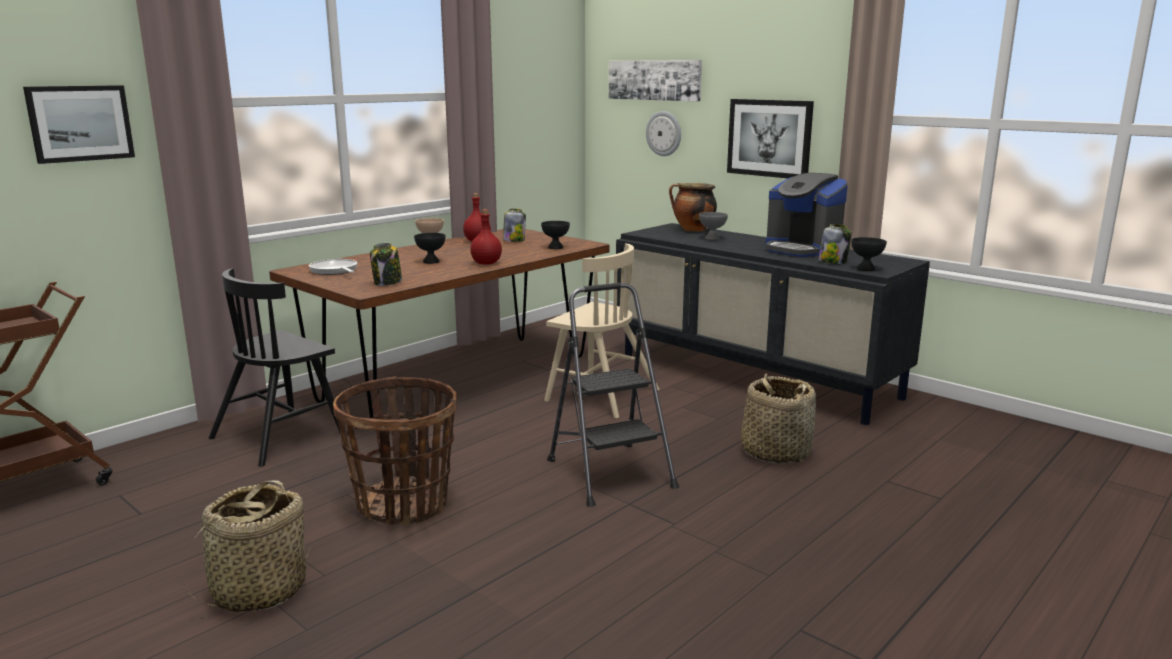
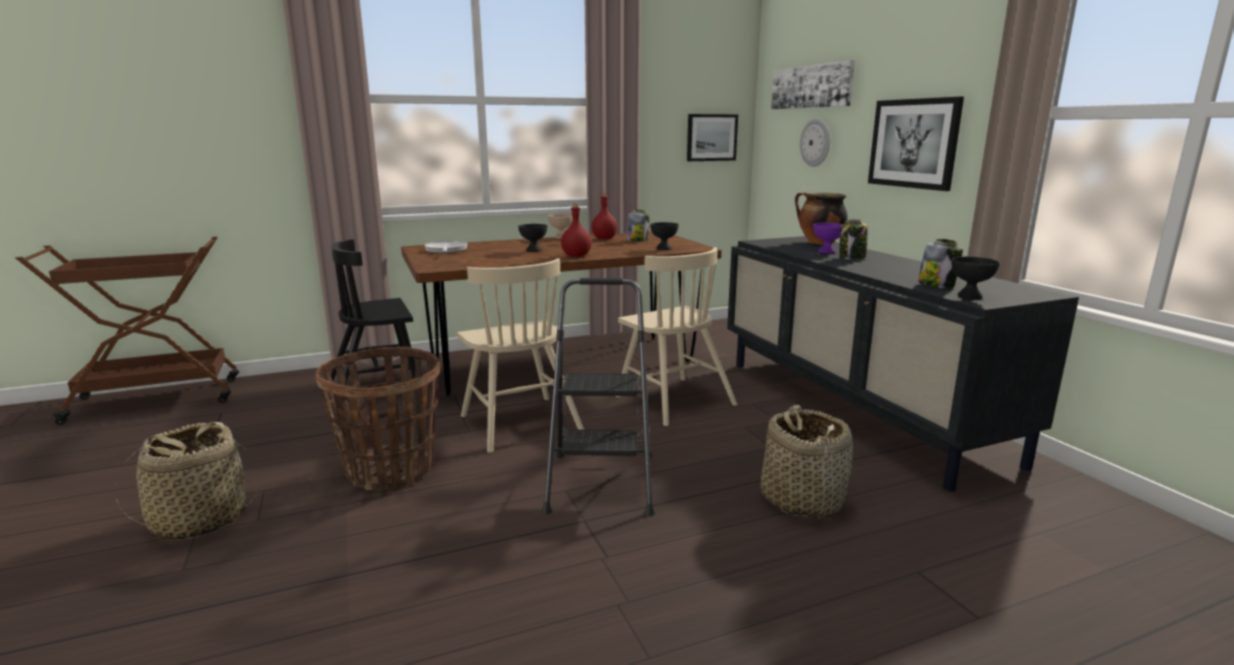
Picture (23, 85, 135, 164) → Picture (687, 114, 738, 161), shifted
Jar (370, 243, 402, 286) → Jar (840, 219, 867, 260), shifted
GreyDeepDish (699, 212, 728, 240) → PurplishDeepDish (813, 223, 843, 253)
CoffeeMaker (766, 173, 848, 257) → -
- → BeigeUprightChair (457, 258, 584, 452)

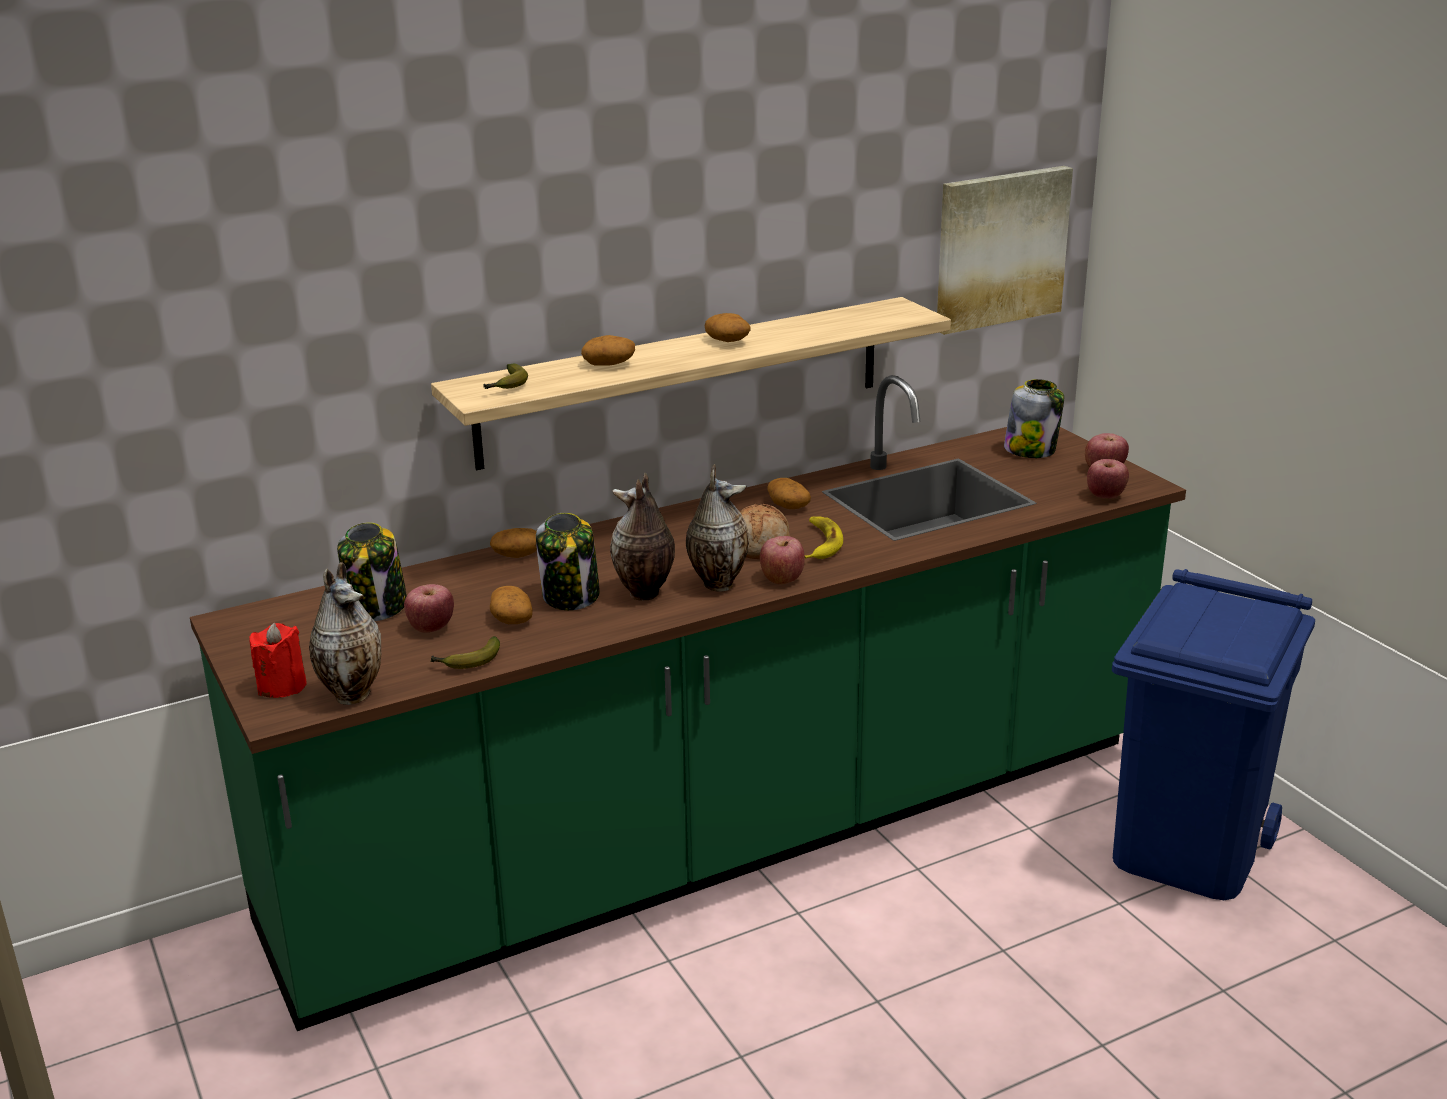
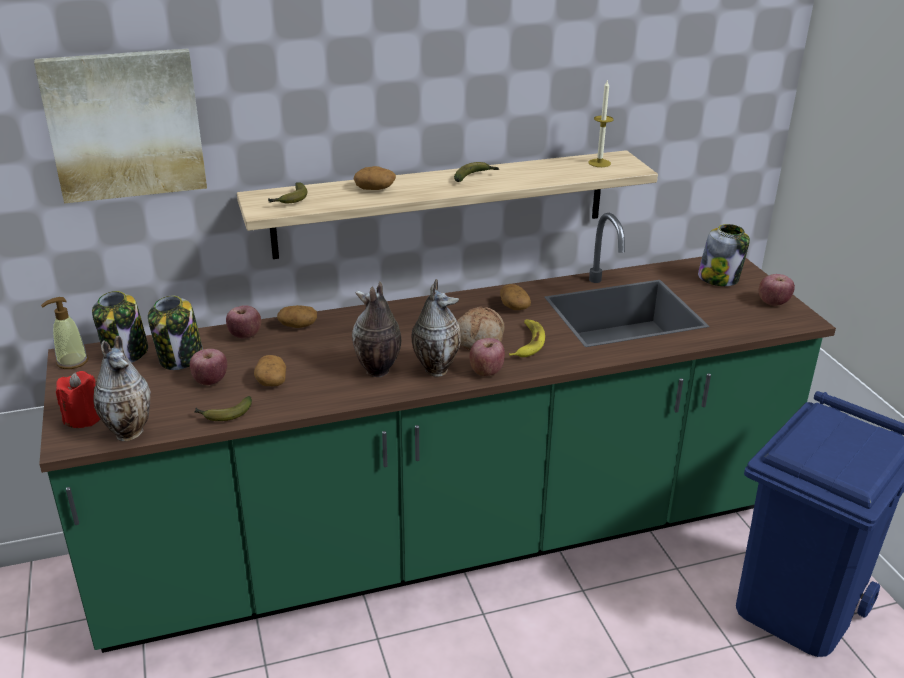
Jar (536, 513, 600, 610) → Jar (92, 291, 148, 363), shifted
Potato (705, 313, 750, 342) → BananaFruit (454, 162, 499, 182)
Picture (937, 166, 1073, 335) → Picture (34, 48, 207, 204), shifted
WholeApple (1087, 459, 1129, 499) → WholeApple (226, 305, 261, 339), shifted
- → LiquidSoapBottle (41, 297, 88, 369)
- → Candle (589, 81, 614, 167)

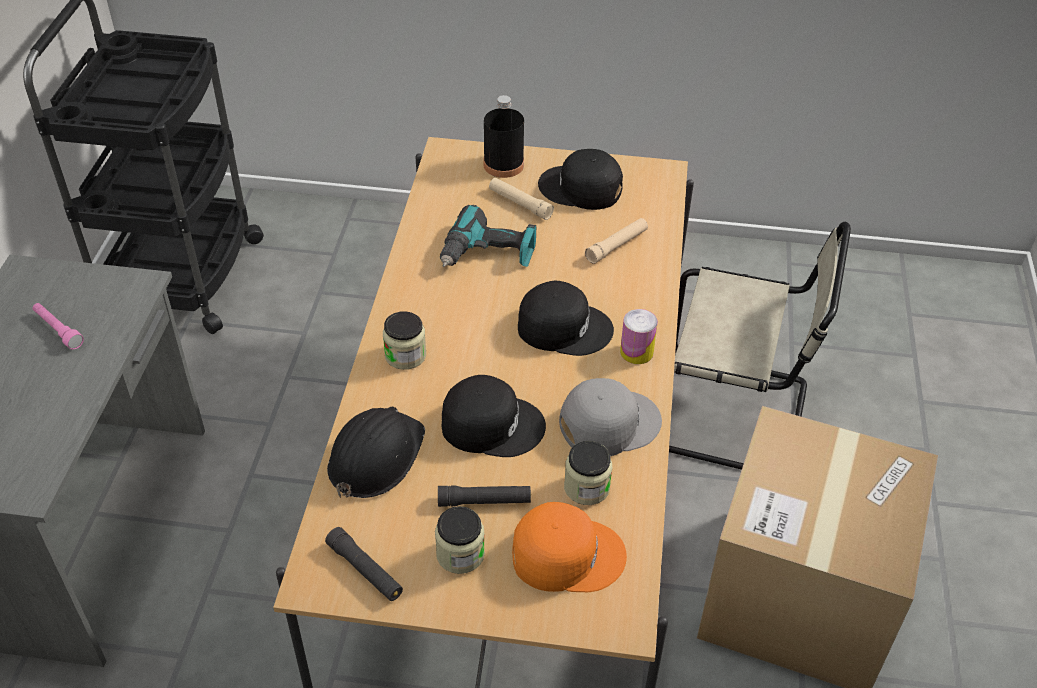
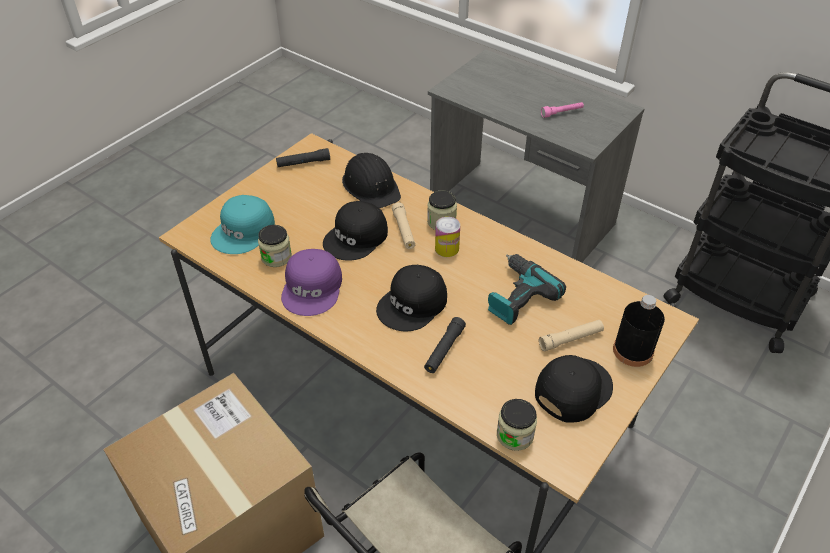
Jar (435, 506, 485, 574) → Jar (497, 399, 537, 451), shifted
BlackColouredTorch (438, 485, 531, 507) → BlackColouredTorch (424, 317, 466, 373), shifted
OrangeColouredCap (512, 502, 627, 592) → BlueGreenCap (210, 195, 275, 254)
GreyCap (559, 378, 662, 456) → PurplishCap (281, 249, 342, 316)
BeigeTorch (585, 218, 648, 264) → BeigeTorch (392, 203, 415, 249), shifted
SealedCan (620, 309, 658, 364) → SealedCan (435, 217, 460, 257), shifted

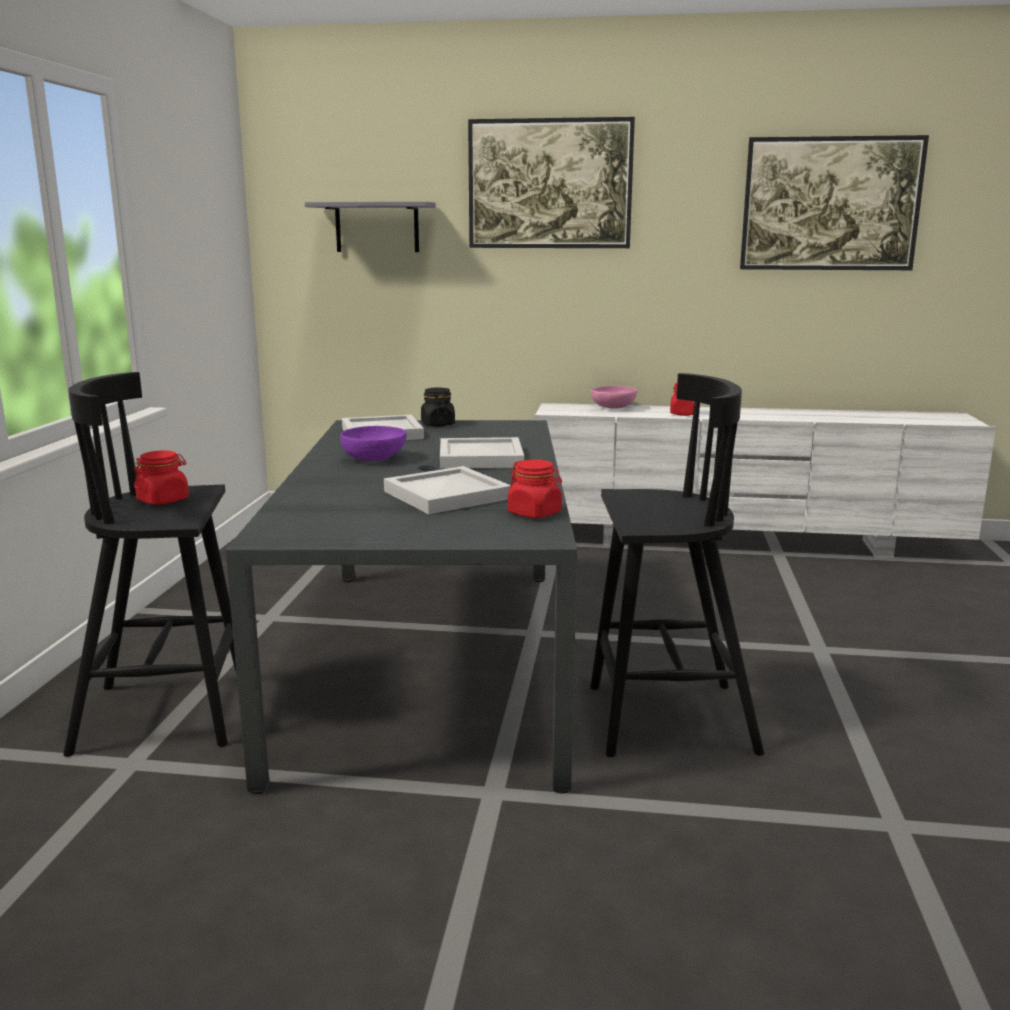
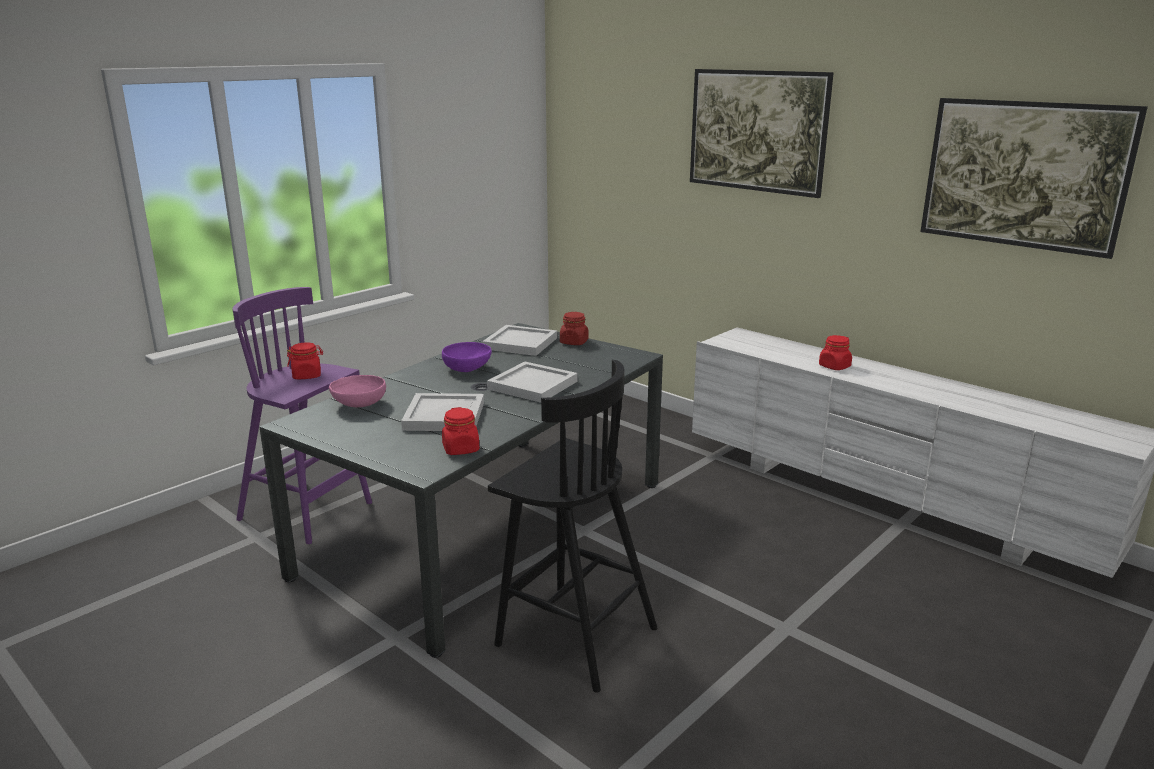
BlackColouredSittingStool (63, 372, 237, 757) → PurplishSittingStool (232, 287, 372, 544)
GreyShelf (305, 201, 436, 252) → -
BlackColouredJar (421, 388, 455, 427) → RedJar (560, 312, 588, 345)
PinkColouredDeepDish (591, 386, 637, 409) → PinkColouredDeepDish (329, 375, 386, 407), shifted

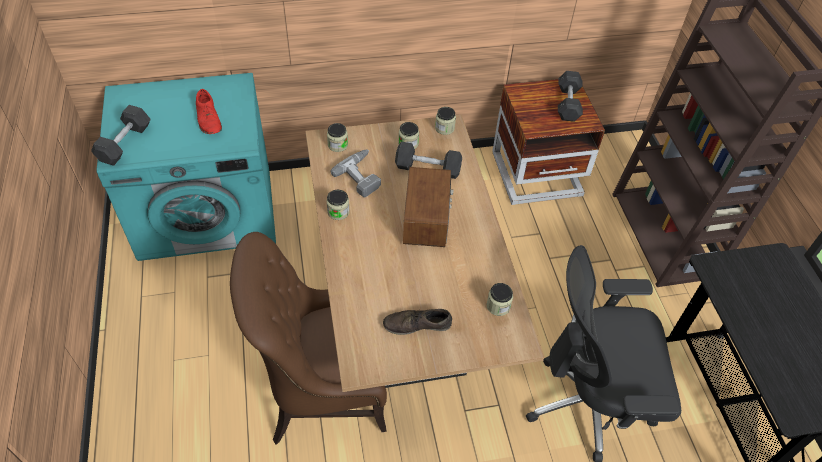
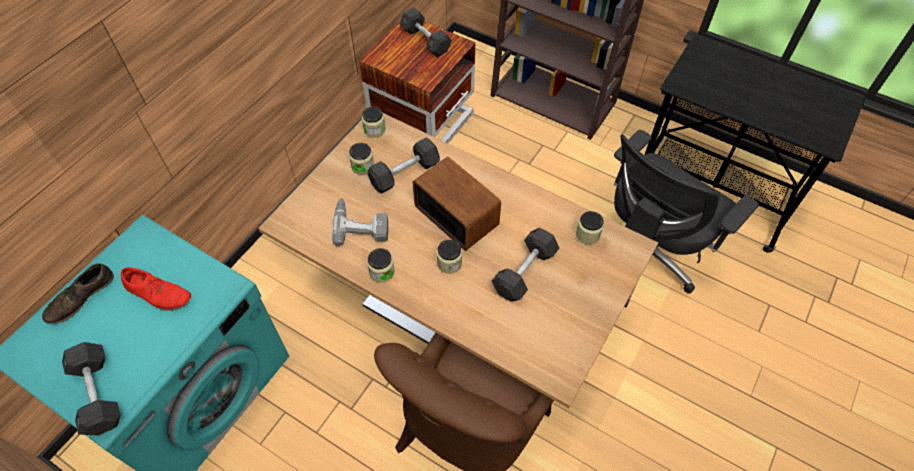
Jar (327, 123, 348, 152) → Jar (436, 240, 462, 274), shifted
BrownColouredItemOfFootwear (383, 309, 452, 335) → BrownColouredItemOfFootwear (42, 263, 114, 324), shifted
- → GreyDumbbell (492, 228, 559, 302)

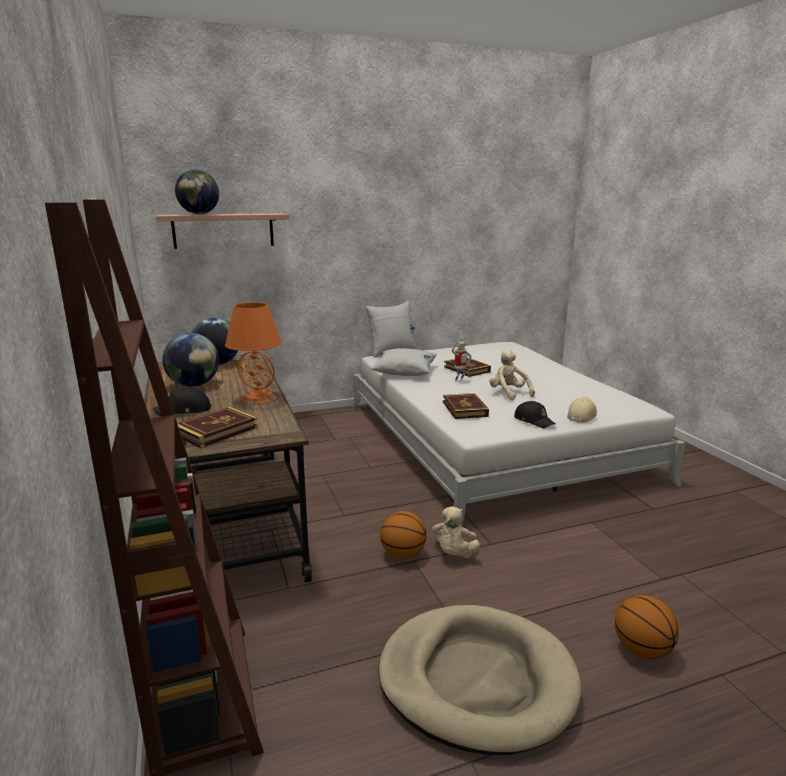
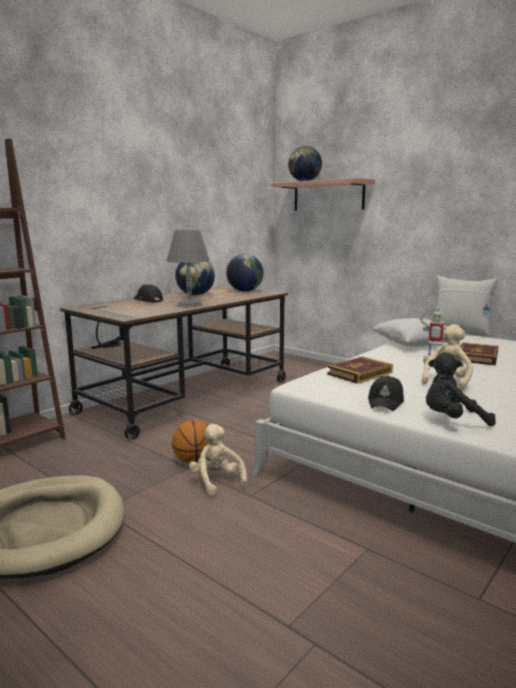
Book (177, 407, 258, 448) → -
OrangeColouredTabletopLamp (225, 302, 282, 404) → GreyTabletopLamp (167, 230, 210, 307)
BeigeSoftToy (432, 506, 480, 555) → BeigeSoftToy (189, 424, 247, 496), 75 degrees clockwise
BeigeCap (567, 397, 597, 423) → BlackColouredSoftToy (426, 352, 496, 426)
BallForBasketball (615, 595, 679, 659) → -

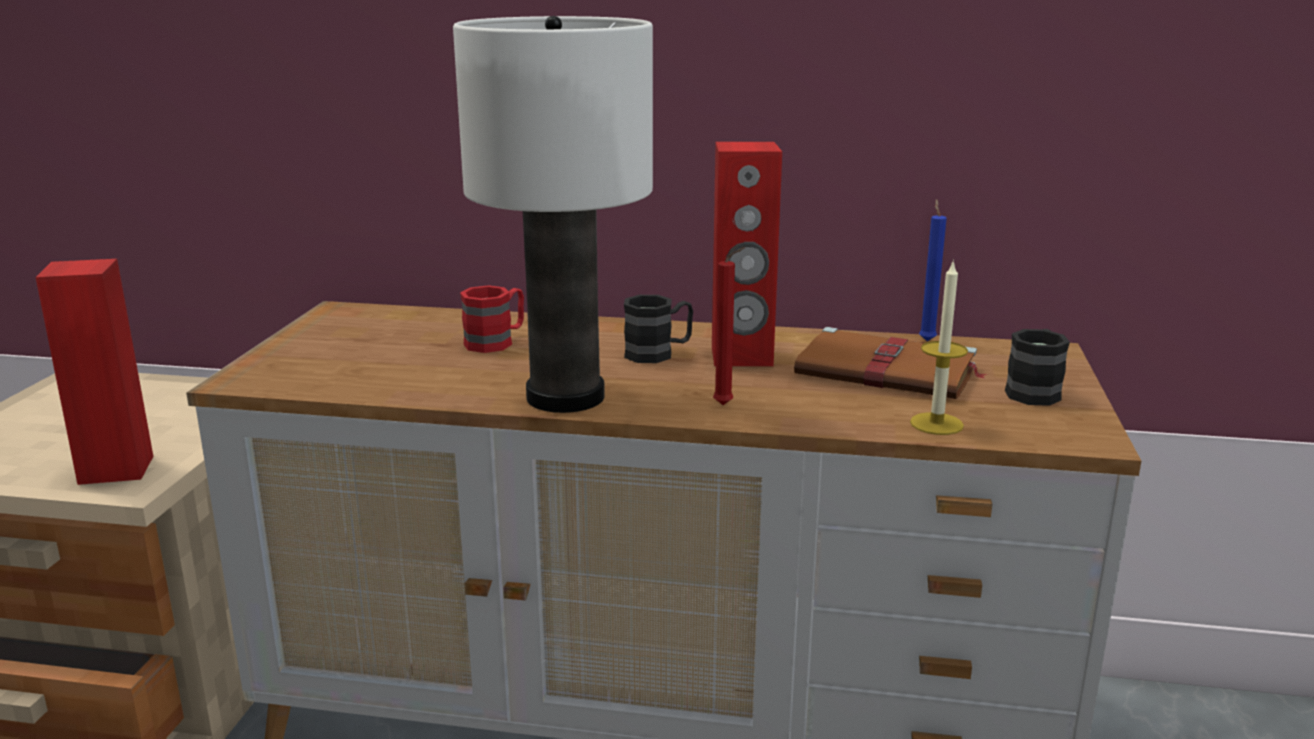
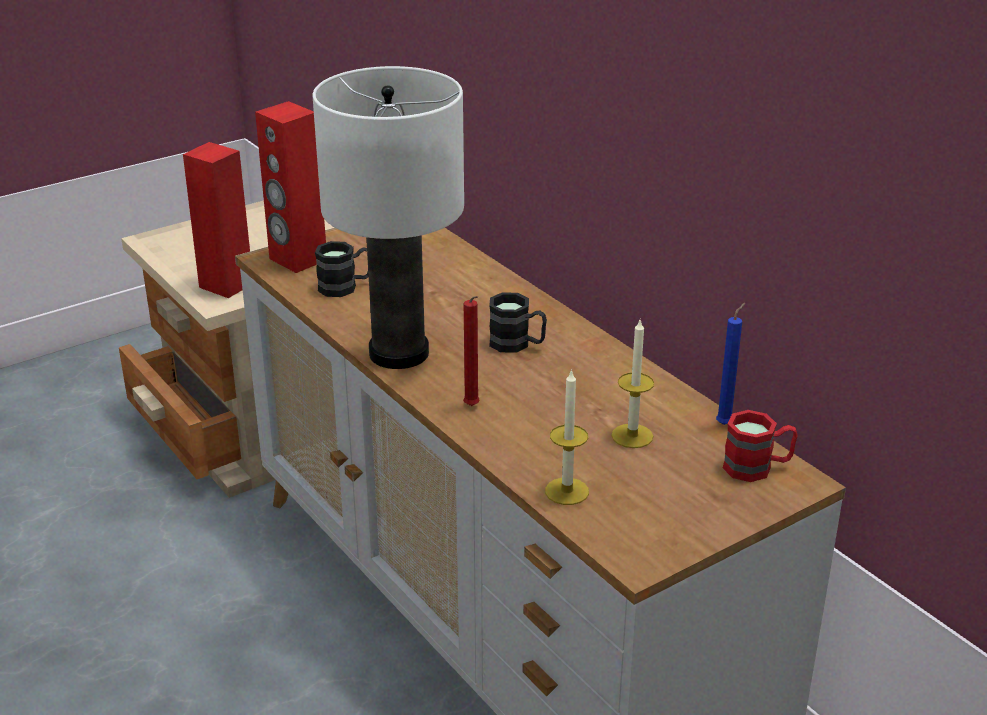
RedTeaMug (460, 285, 524, 353) → RedTeaMug (723, 410, 797, 482), shifted
RedAudioSpeaker (712, 142, 782, 366) → RedAudioSpeaker (255, 101, 326, 273), shifted
BrownColouredBook (794, 327, 987, 399) → Candle (611, 320, 654, 448)
BlackColouredTeaMug (1005, 329, 1070, 406) → BlackColouredTeaMug (315, 241, 369, 297), shifted

